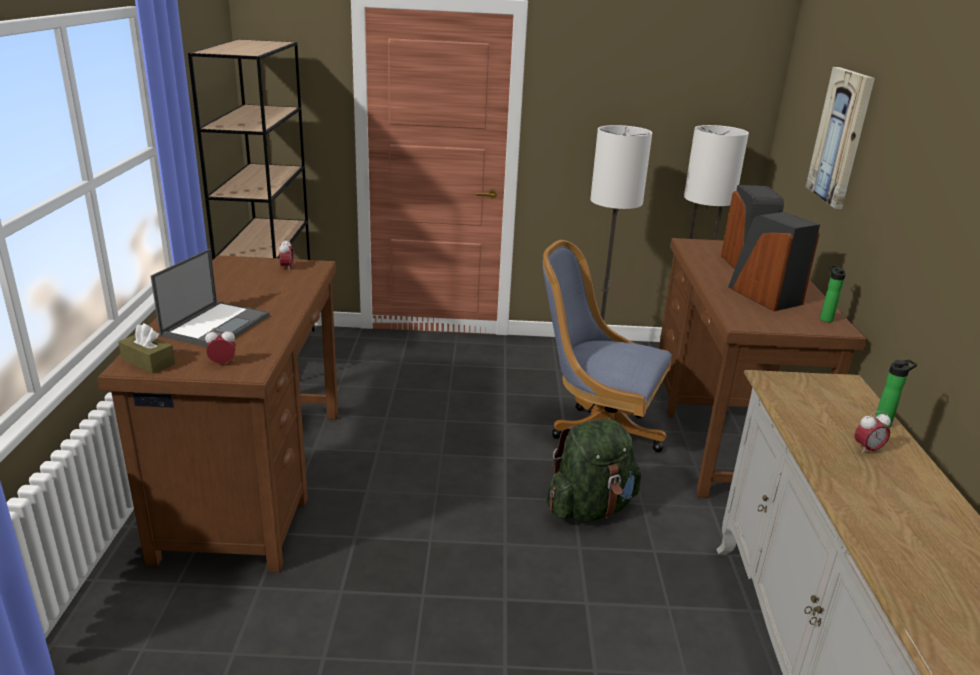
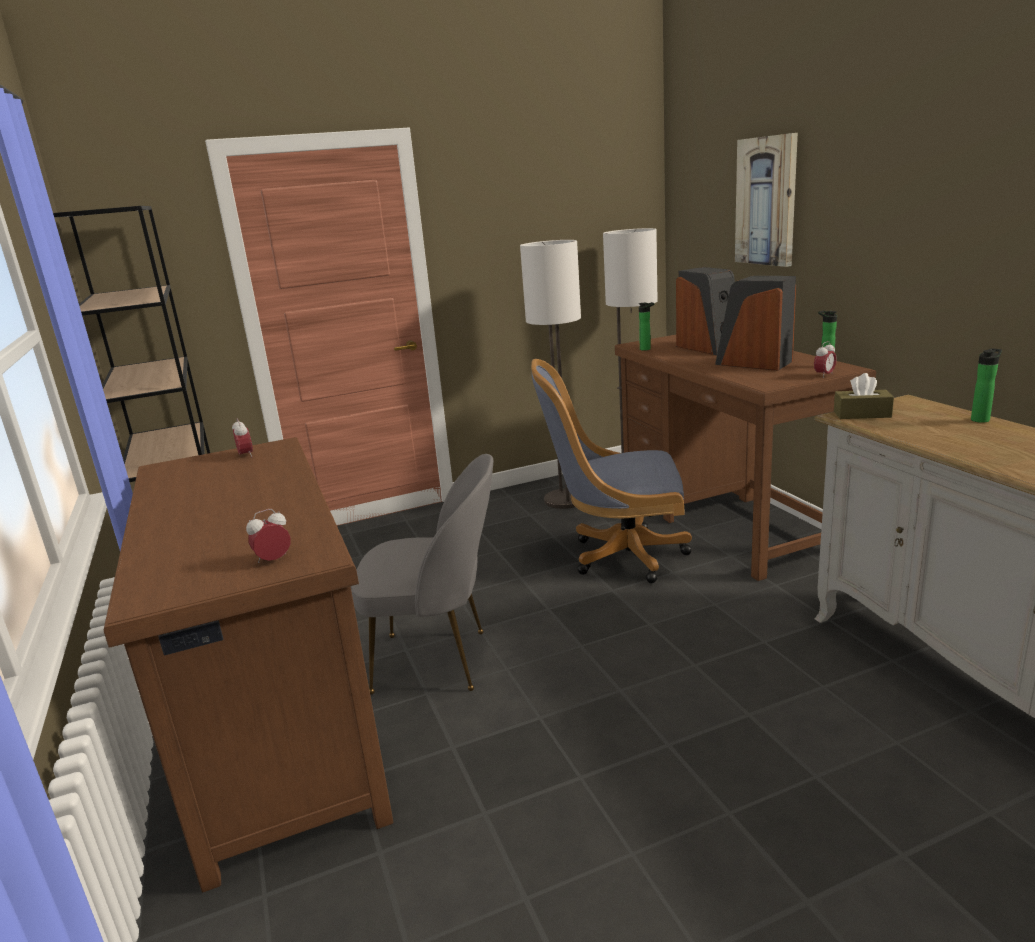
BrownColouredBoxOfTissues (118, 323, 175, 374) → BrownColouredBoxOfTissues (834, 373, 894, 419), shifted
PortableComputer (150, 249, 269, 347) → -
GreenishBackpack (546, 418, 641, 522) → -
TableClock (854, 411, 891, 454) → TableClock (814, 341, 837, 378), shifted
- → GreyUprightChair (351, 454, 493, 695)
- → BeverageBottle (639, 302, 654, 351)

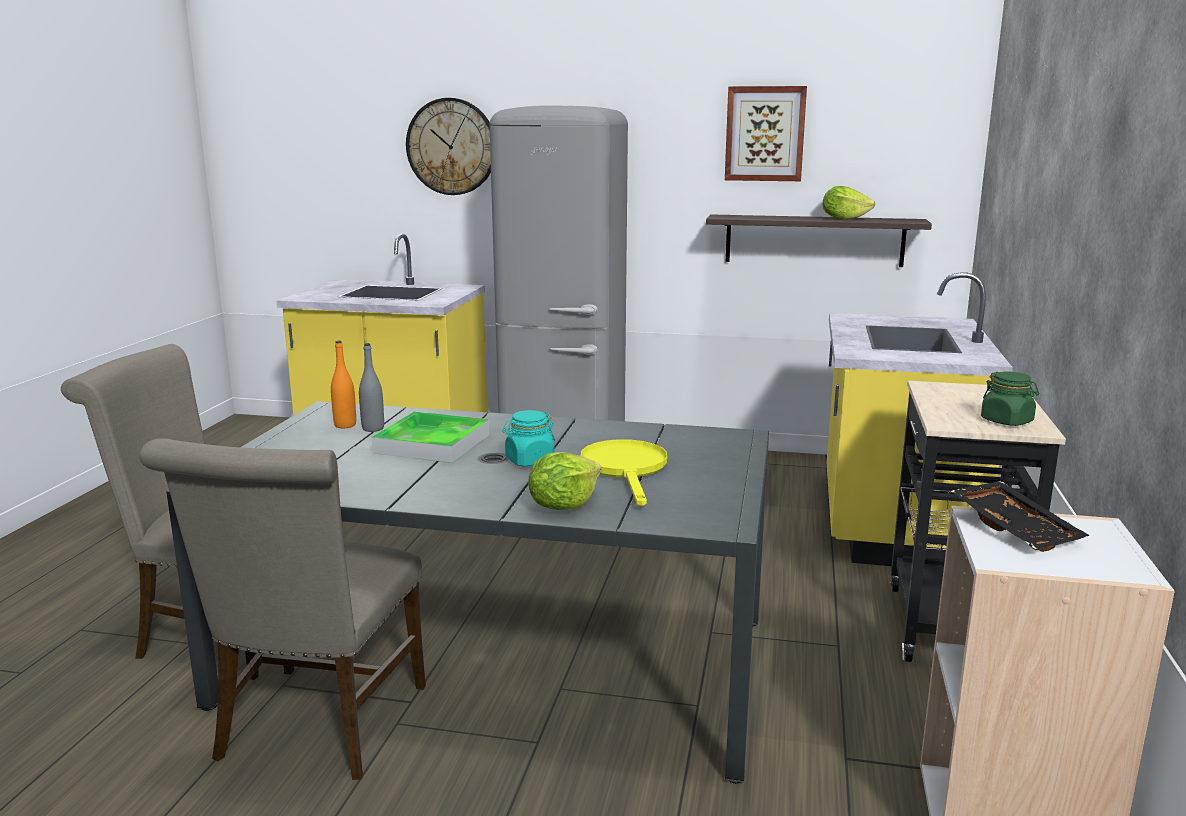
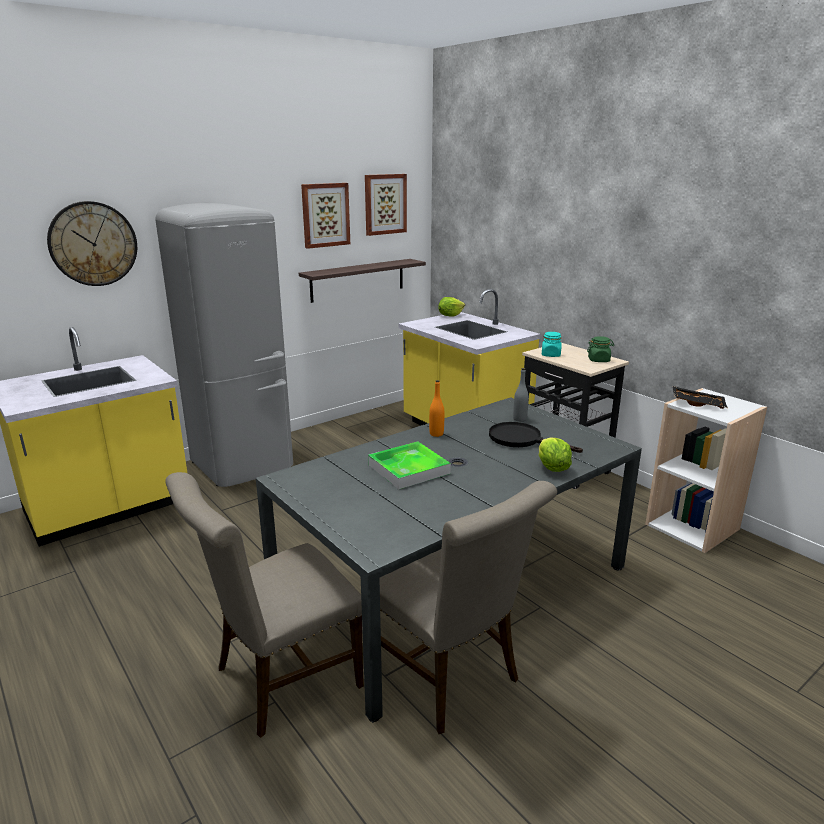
OrangeColouredBeverageBottle (331, 341, 356, 428) → OrangeColouredBeverageBottle (429, 380, 445, 437), shifted
GreyBeverageBottle (359, 343, 384, 432) → GreyBeverageBottle (513, 368, 529, 422), shifted
BlueGreenJar (502, 410, 555, 466) → BlueGreenJar (542, 332, 562, 357), shifted
YellowColouredSkillet (581, 439, 667, 506) → BlackColouredSkillet (489, 422, 583, 453)
HeadOfLettuce (823, 186, 875, 220) → HeadOfLettuce (438, 297, 465, 317), shifted
- → Picture (365, 174, 407, 236)

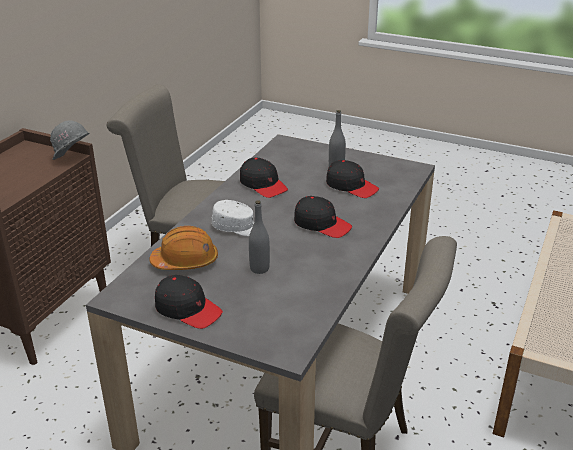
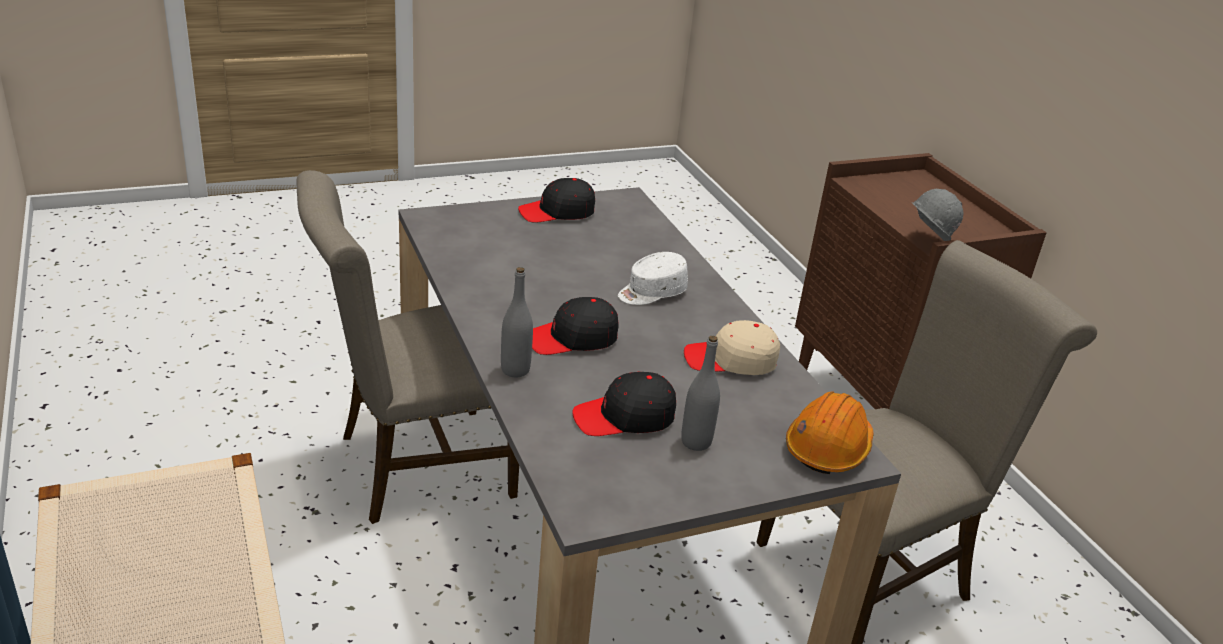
OrangeColouredWorkHelmet (149, 226, 218, 270) → OrangeColouredWorkHelmet (786, 391, 873, 474), shifted
BlackColouredCap (240, 158, 288, 198) → BeigeCap (684, 320, 780, 375)
GreyBeverageBottle (249, 200, 270, 274) → GreyBeverageBottle (501, 267, 533, 377), shifted

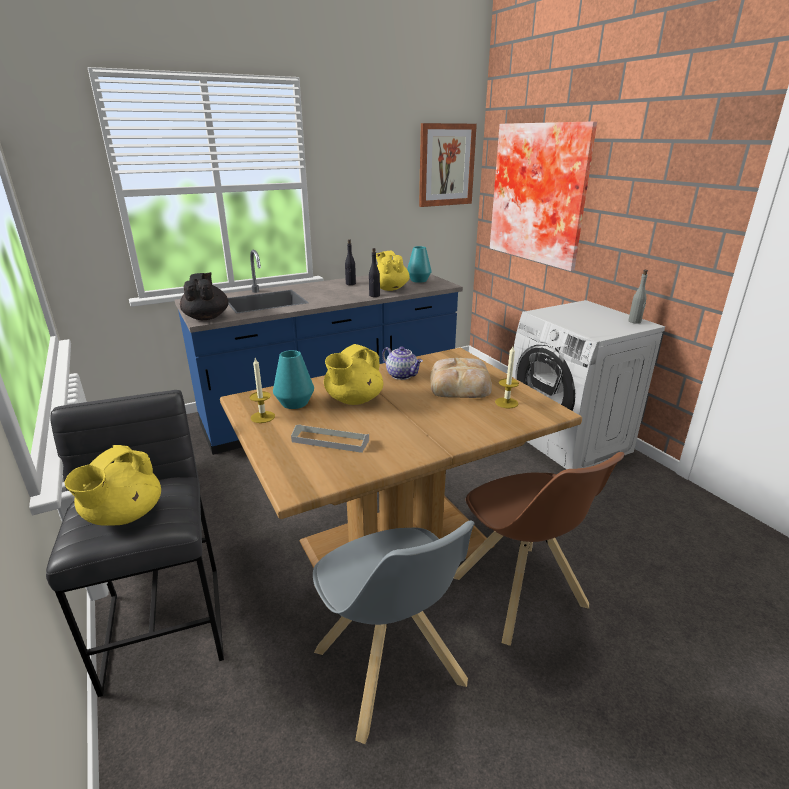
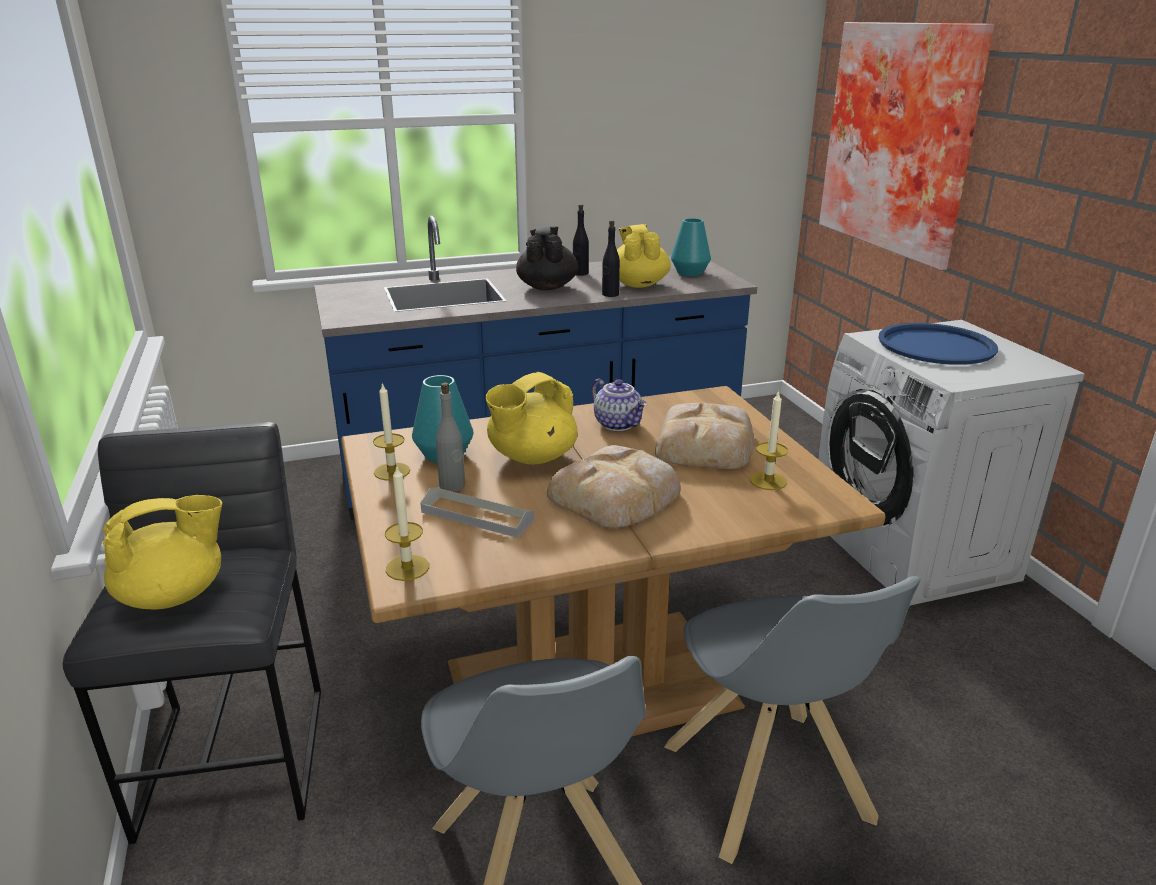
YellowColouredPotForTea (65, 445, 161, 526) → YellowColouredPotForTea (103, 495, 222, 609), 150 degrees counterclockwise
BlackColouredPotForTea (180, 272, 229, 320) → BlackColouredPotForTea (516, 226, 578, 290), shifted
Picture (419, 123, 477, 207) → -
BrownColouredUprightChair (453, 452, 624, 646) → GreyUprightChair (664, 576, 921, 864)
GreyBeverageBottle (628, 270, 648, 324) → GreyBeverageBottle (436, 383, 465, 492), shifted
- → Candle (385, 465, 429, 581)
- → BakedBread (547, 445, 681, 528)
- → BlueServingTray (878, 323, 998, 365)

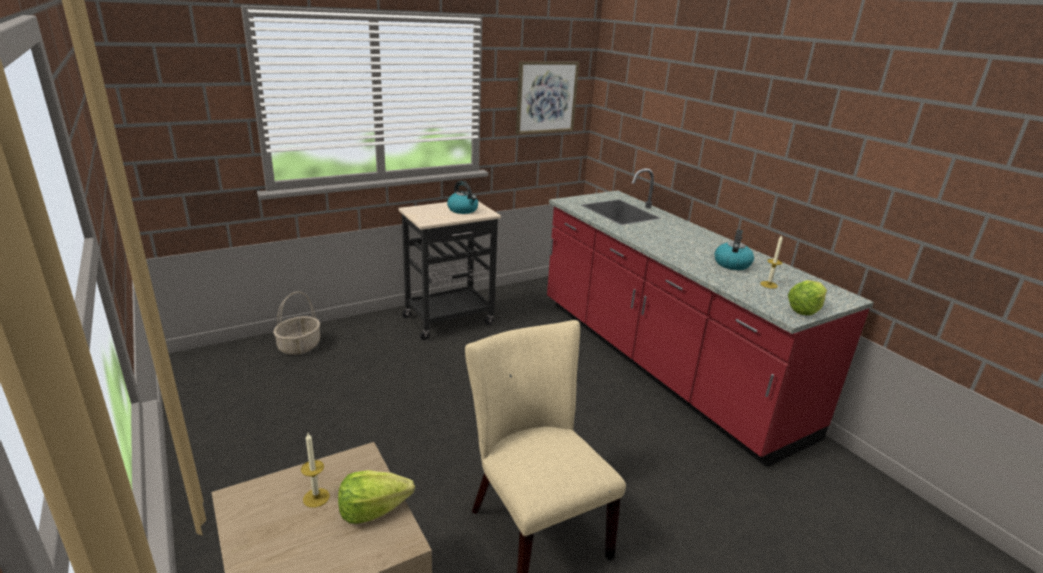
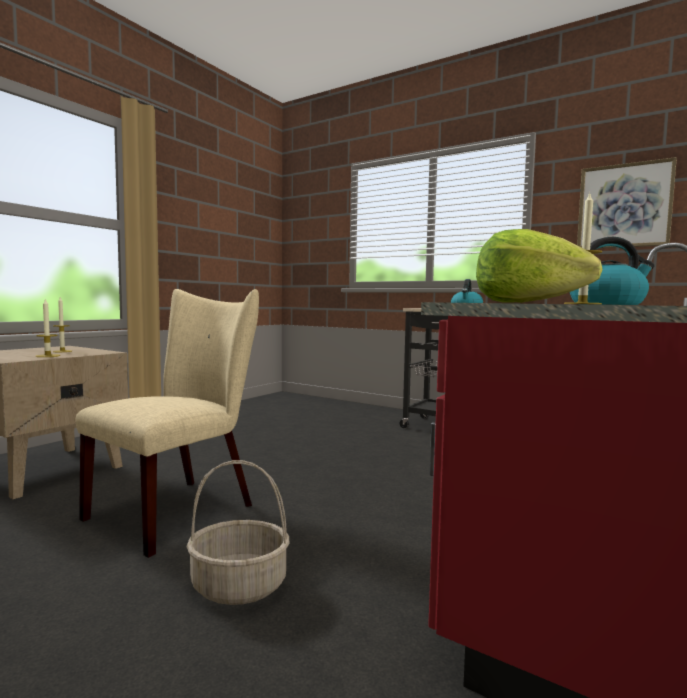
Basket (273, 291, 320, 355) → Basket (186, 460, 290, 605), shifted
HeadOfLettuce (338, 470, 415, 524) → Candle (35, 298, 60, 357)

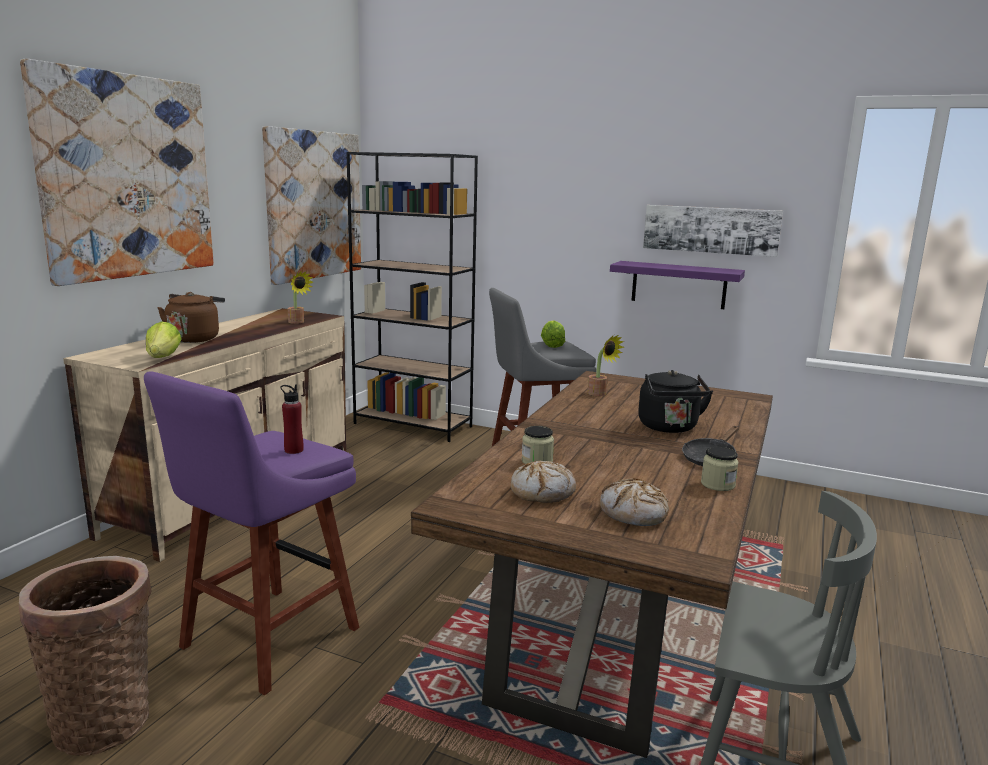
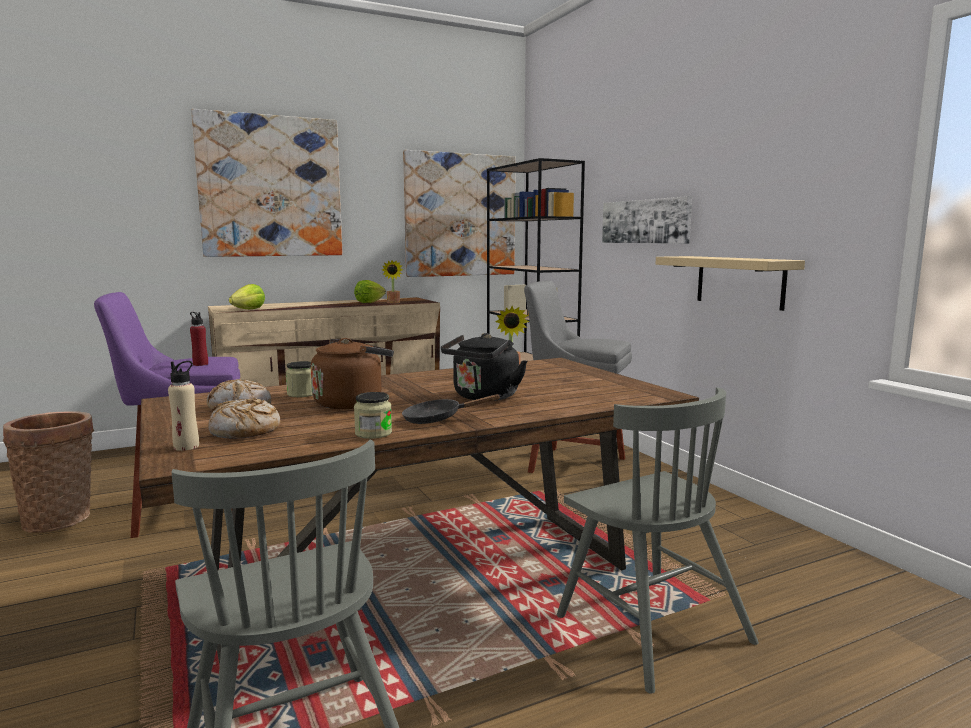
BrownColouredKettle (158, 292, 225, 343) → BrownColouredKettle (311, 338, 394, 409), shifted
HeadOfLettuce (541, 320, 565, 348) → HeadOfLettuce (354, 280, 386, 303), shifted
PurplishShelf (610, 261, 745, 309) → BeigeShelf (656, 256, 805, 311)
Picture (643, 205, 783, 257) → Picture (602, 196, 692, 244), shifted
- → BeigeBeverageBottle (168, 361, 199, 451)
- → GreyUprightChair (557, 387, 759, 694)

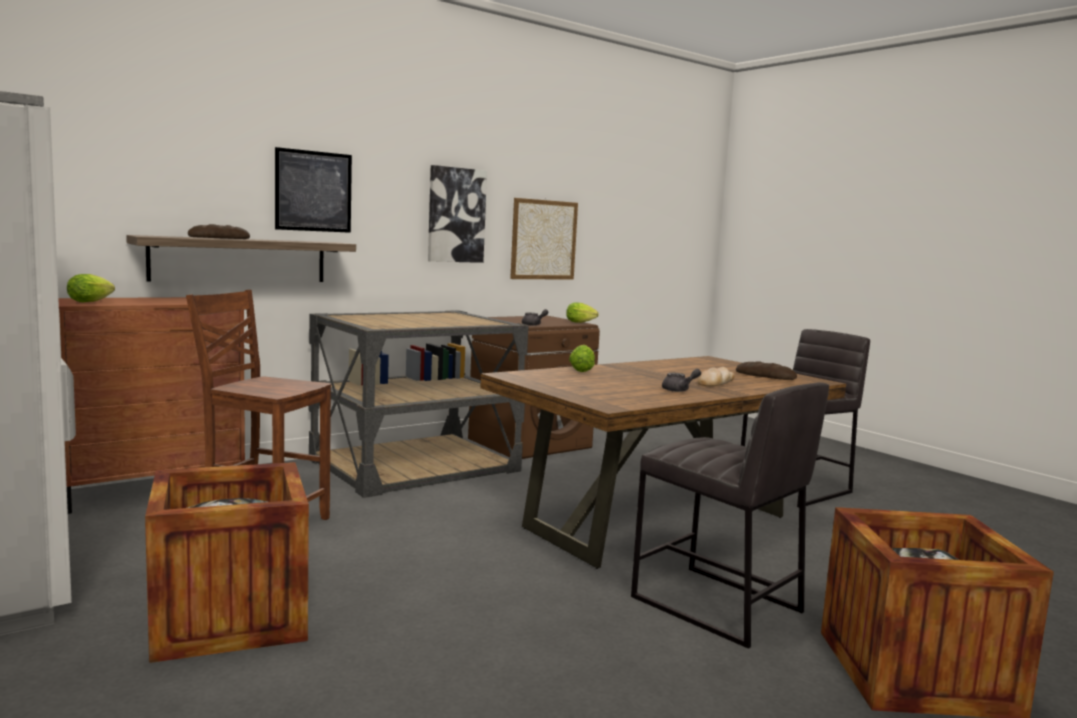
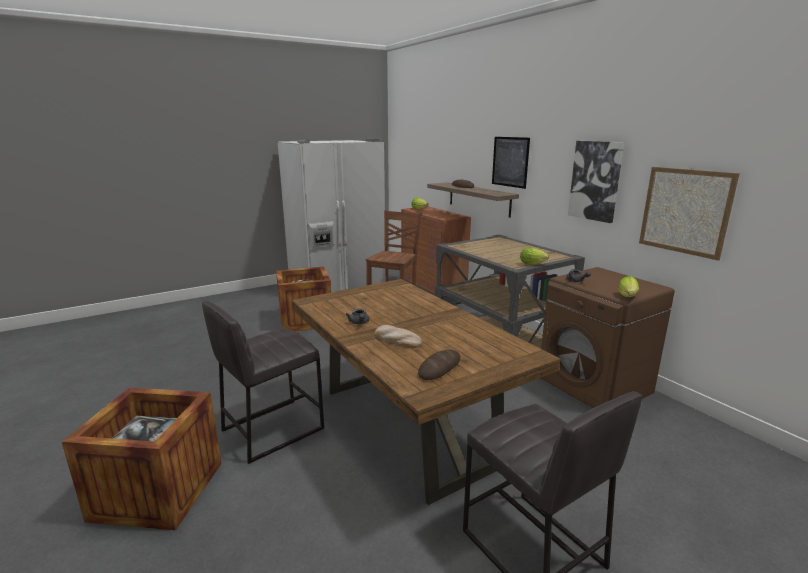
HeadOfLettuce (569, 345, 595, 372) → HeadOfLettuce (520, 247, 549, 265), shifted

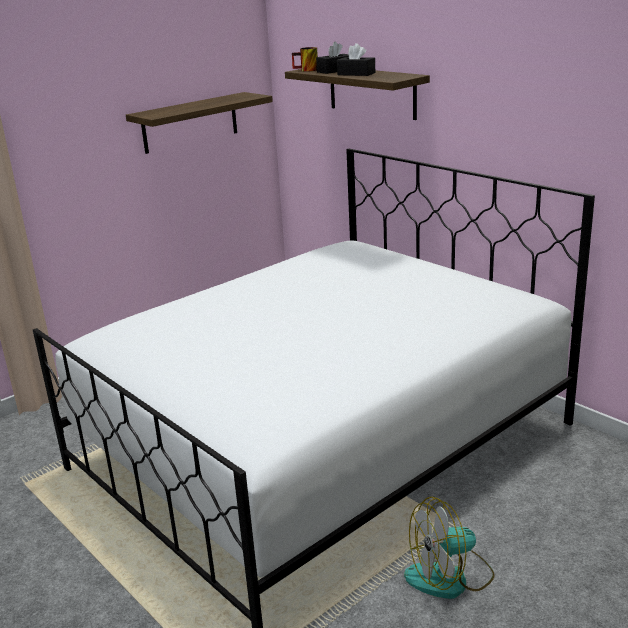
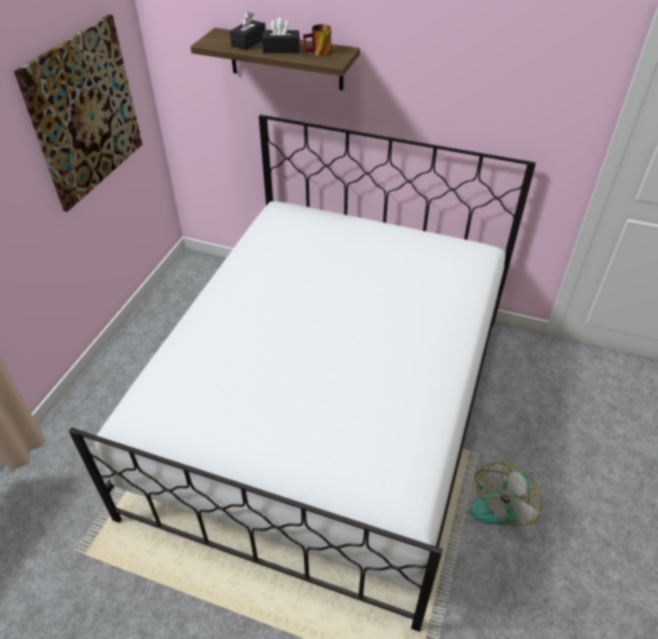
Shelf (126, 92, 273, 154) → Picture (14, 14, 143, 212)
TeaMug (292, 47, 318, 71) → TeaMug (303, 24, 331, 56), shifted

